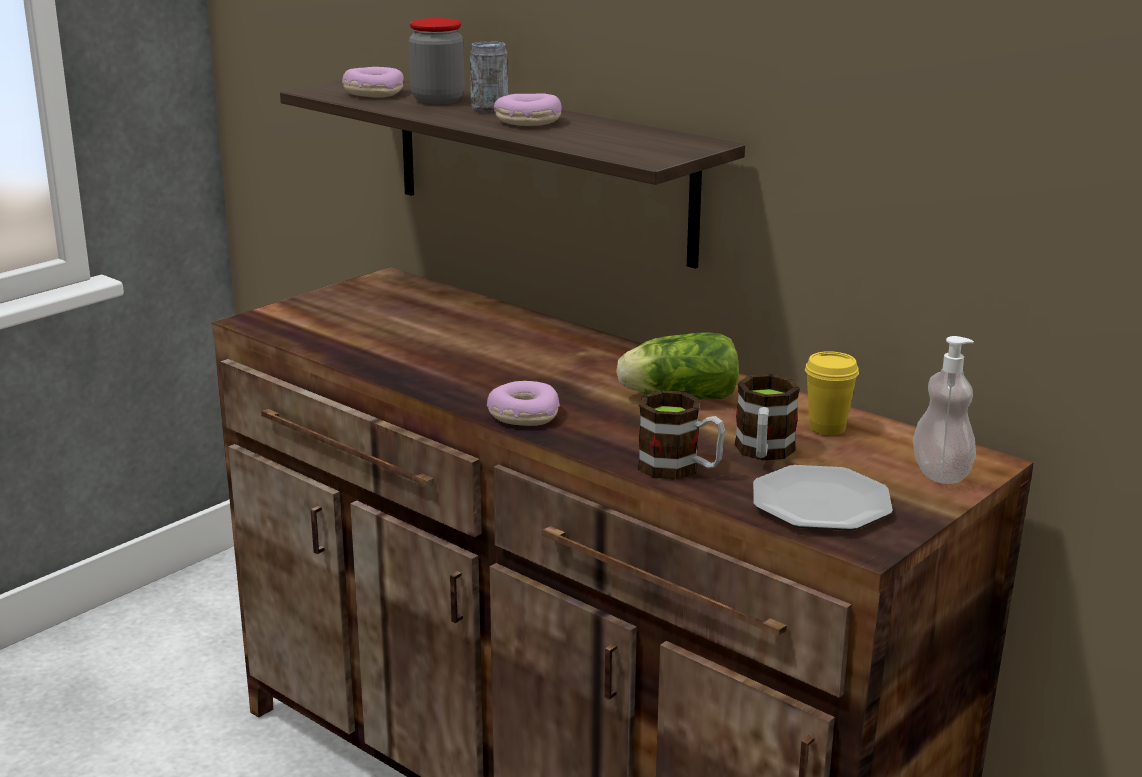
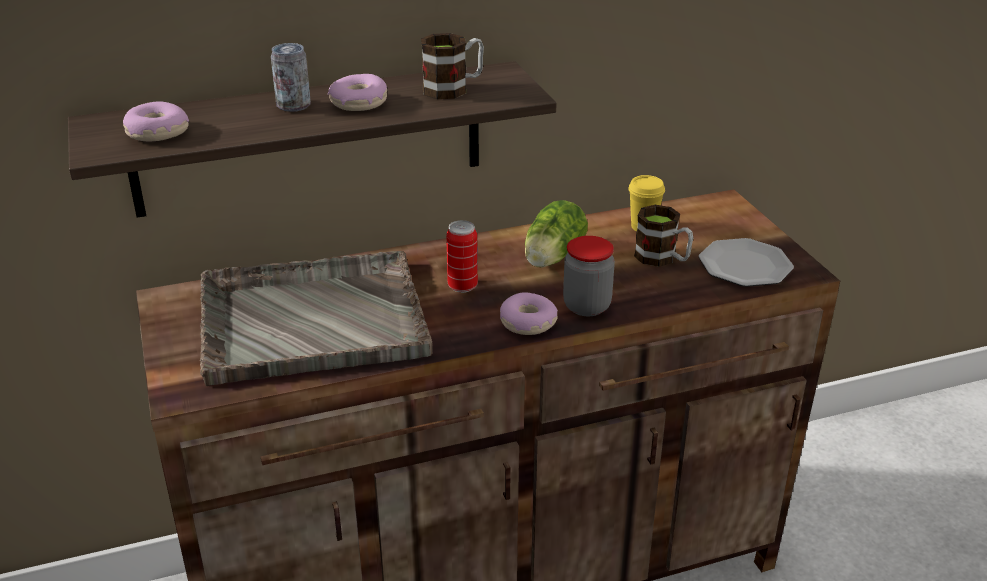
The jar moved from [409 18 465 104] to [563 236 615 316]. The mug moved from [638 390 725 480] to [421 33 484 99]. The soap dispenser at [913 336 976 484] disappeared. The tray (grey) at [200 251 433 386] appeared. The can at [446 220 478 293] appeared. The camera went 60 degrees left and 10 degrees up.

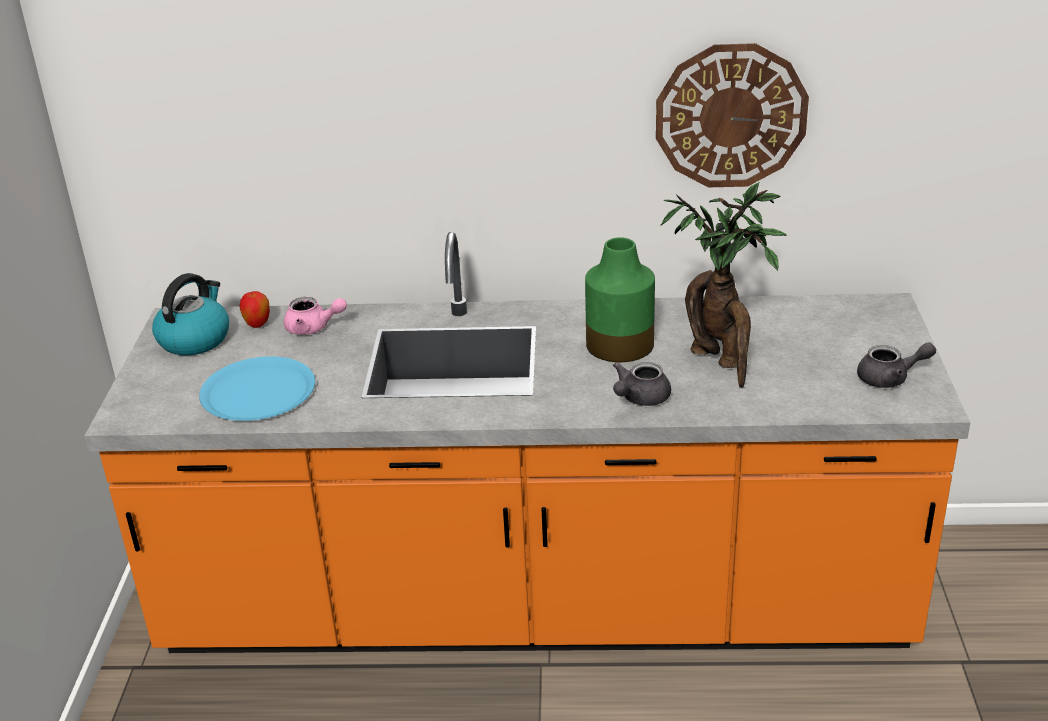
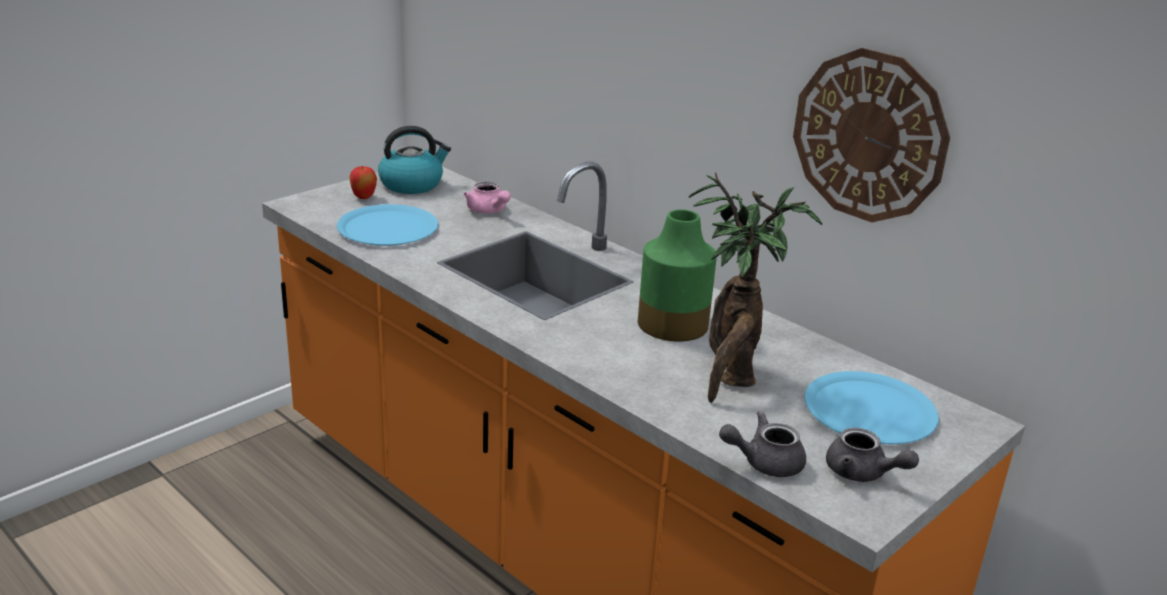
The apple moved from [240 291 270 328] to [349 166 377 199]. The teapot (grey) moved from [613 362 671 406] to [719 411 806 477]. The plate (blue) at [804 371 939 444] appeared. The camera went 40 degrees right and 5 degrees down.

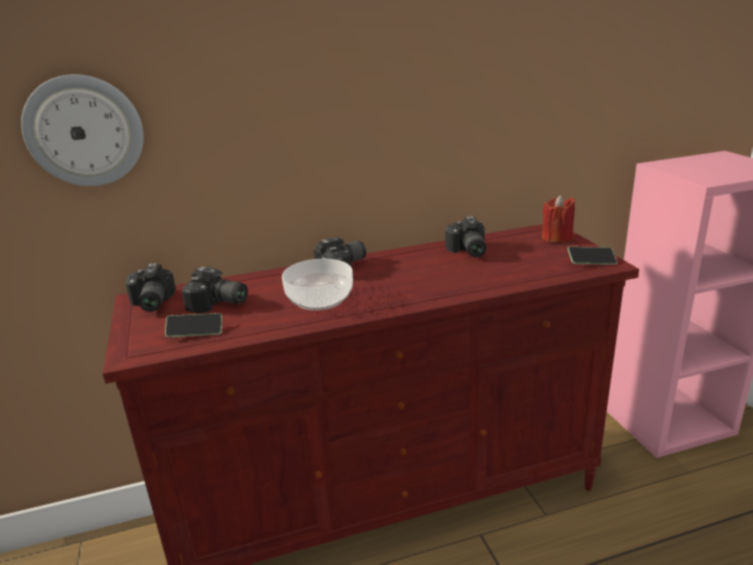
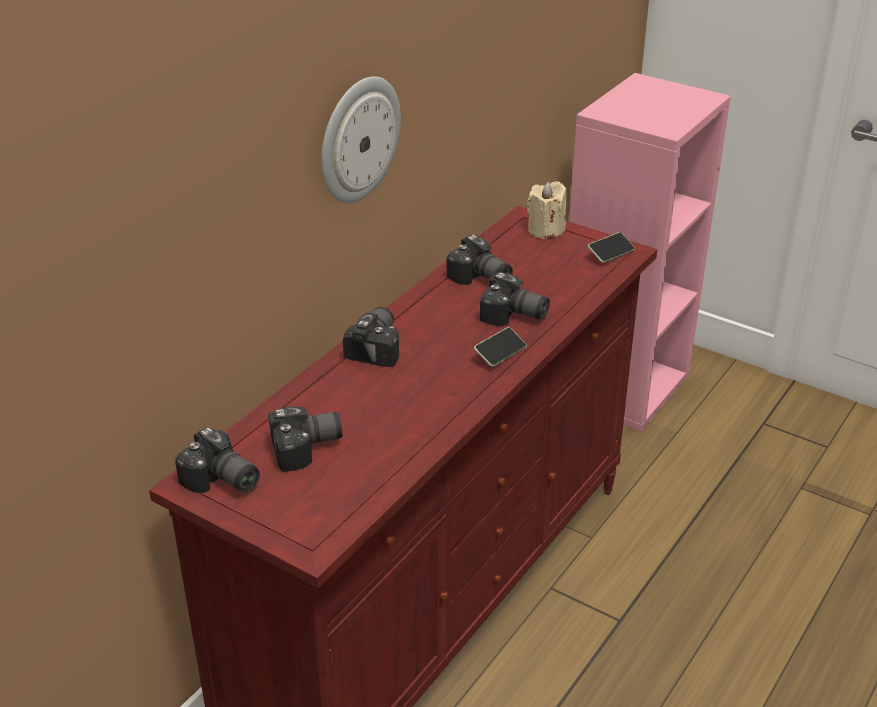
The wall clock moved from [21 74 144 186] to [321 76 401 203]. The phone moved from [165 313 222 337] to [474 327 527 367]. The bowl at [282 259 353 311] disappeared. The candle (red) at [542 195 575 243] became the candle (beige) at [526 181 567 239]. The photo camera at [480 272 550 326] appeared. The camera went 40 degrees left and 10 degrees up.

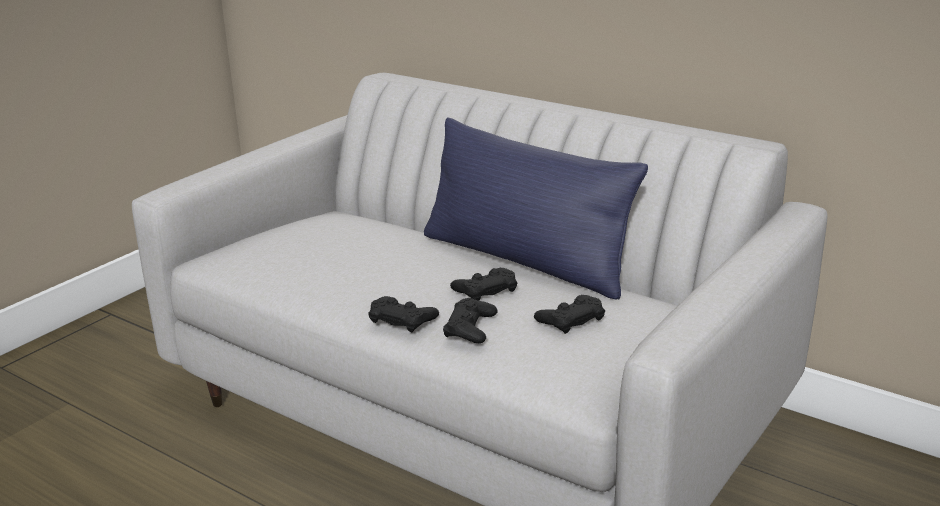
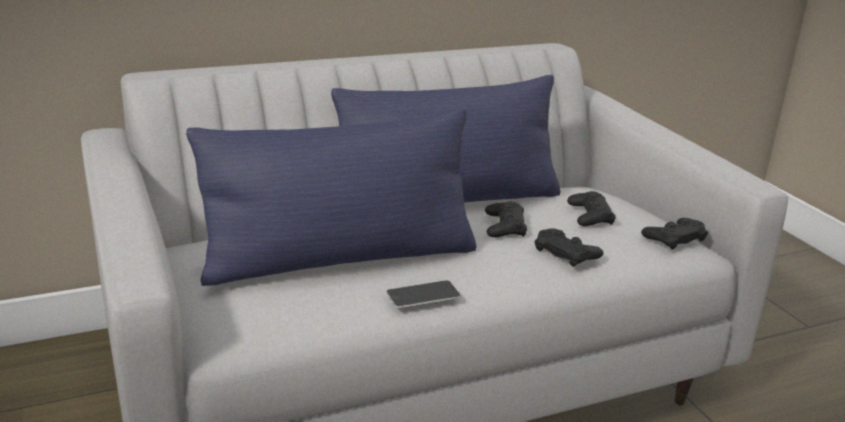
The game controller (black) moved from [368 296 439 332] to [641 218 708 250]. The pillow (blue) at [186 108 476 286] appeared. The phone at [386 280 461 308] appeared. The camera went 60 degrees left and 0 degrees up.

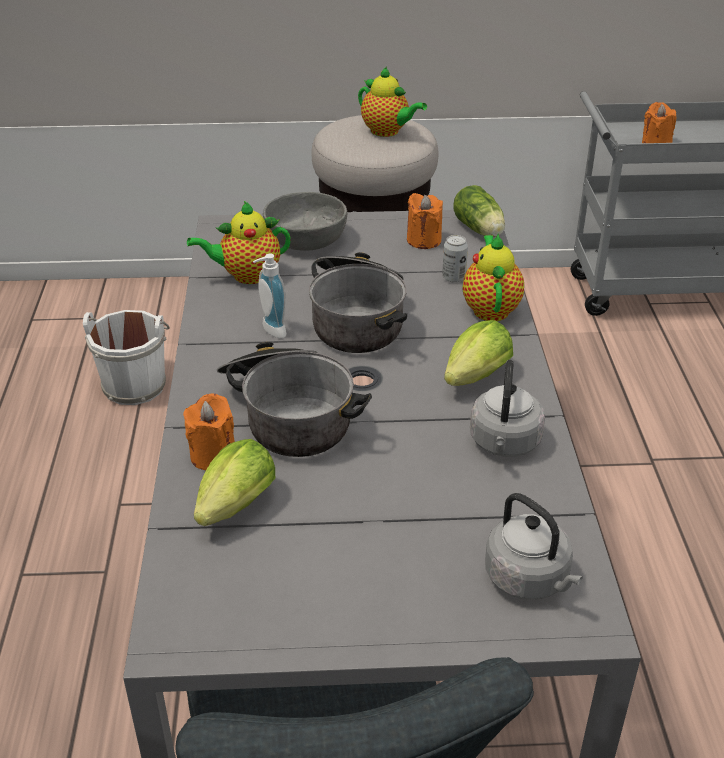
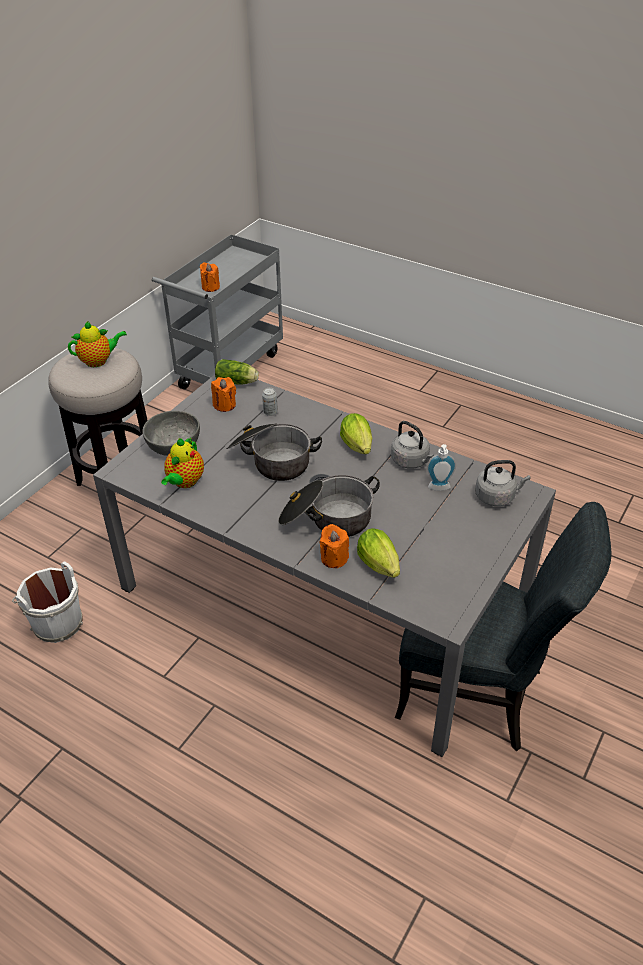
The soap dispenser moved from [253 254 286 338] to [427 444 456 491]. The teapot at [463 234 524 321] disappeared. The camera went 55 degrees left and 5 degrees up.

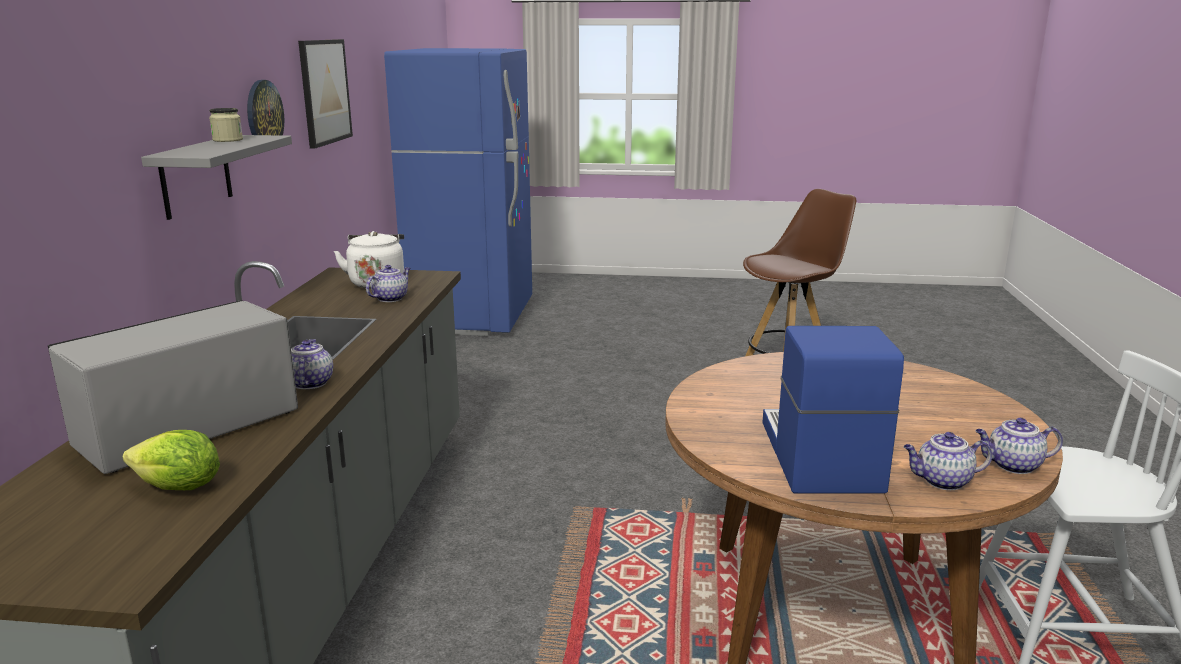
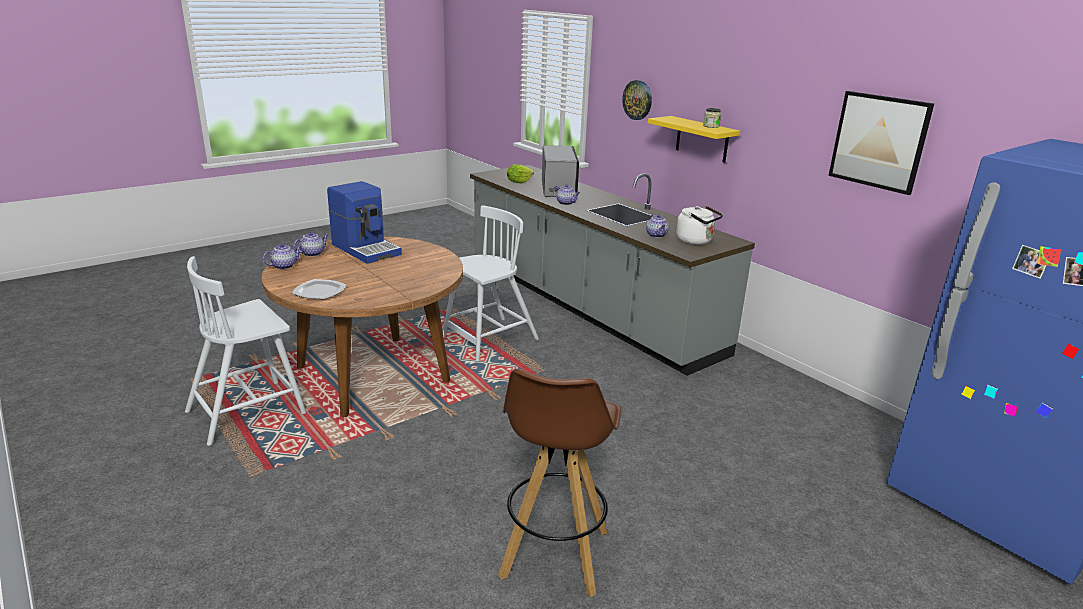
The shelf (grey) at [141 135 292 220] became the shelf (yellow) at [647 116 740 163]. The wall clock moved from [247 80 284 136] to [622 80 652 120]. The plate at [292 279 346 299] appeared. The chair (white) at [443 205 539 361] appeared. The camera went 135 degrees right and 5 degrees up.

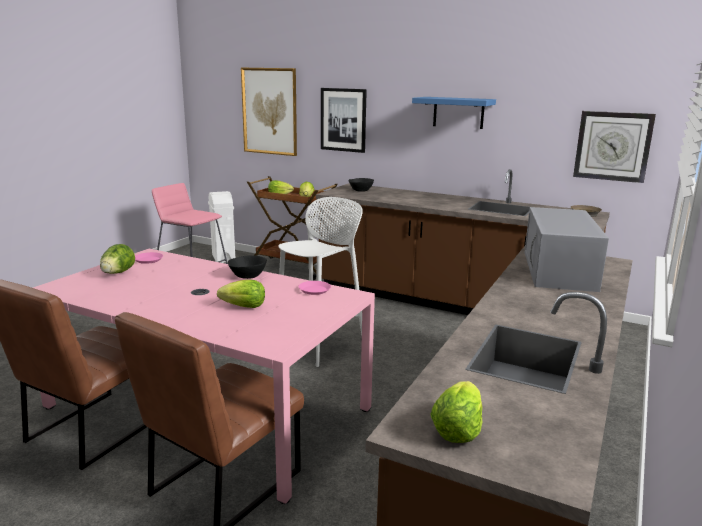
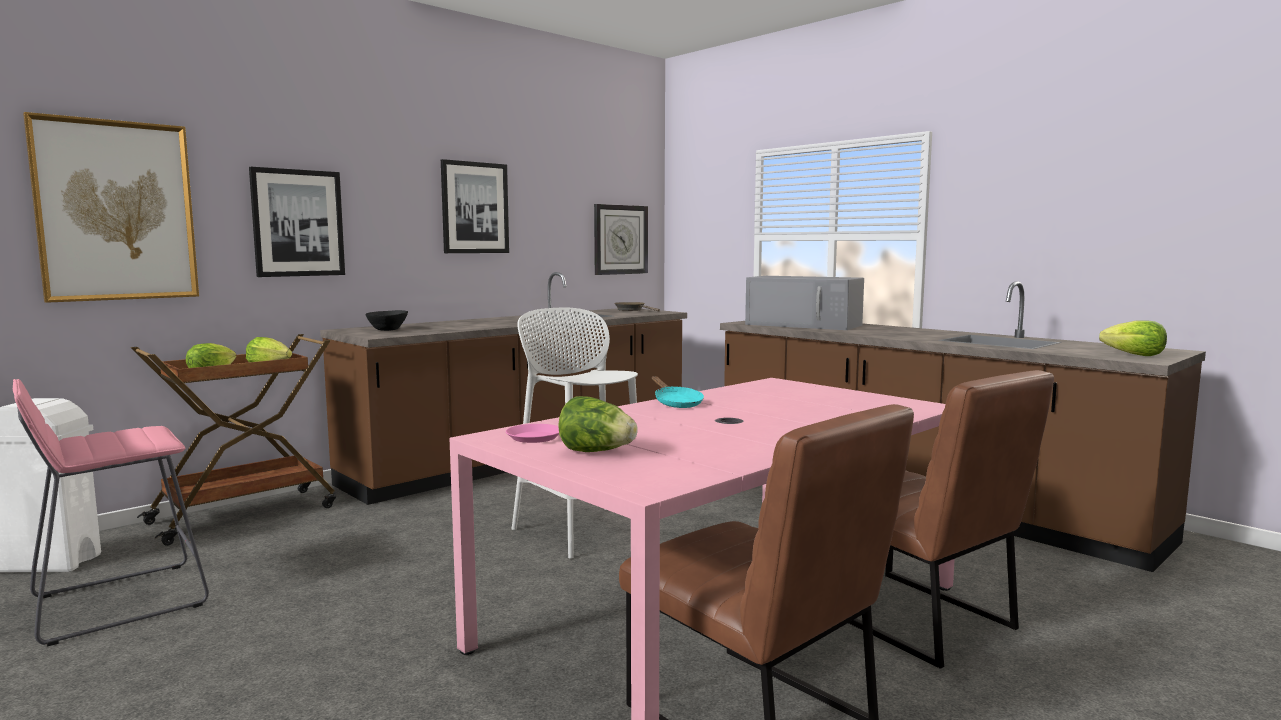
The lettuce at [217 280 265 308] disappeared. The bowl (black) at [228 255 267 279] was replaced by the frying pan (turquoise) at [652 376 704 408]. The plate (pink) at [298 281 331 295] disappeared. The shelf (blue) at [412 97 496 129] was replaced by the picture at [441 159 509 253]. The camera went 70 degrees left and 10 degrees down.

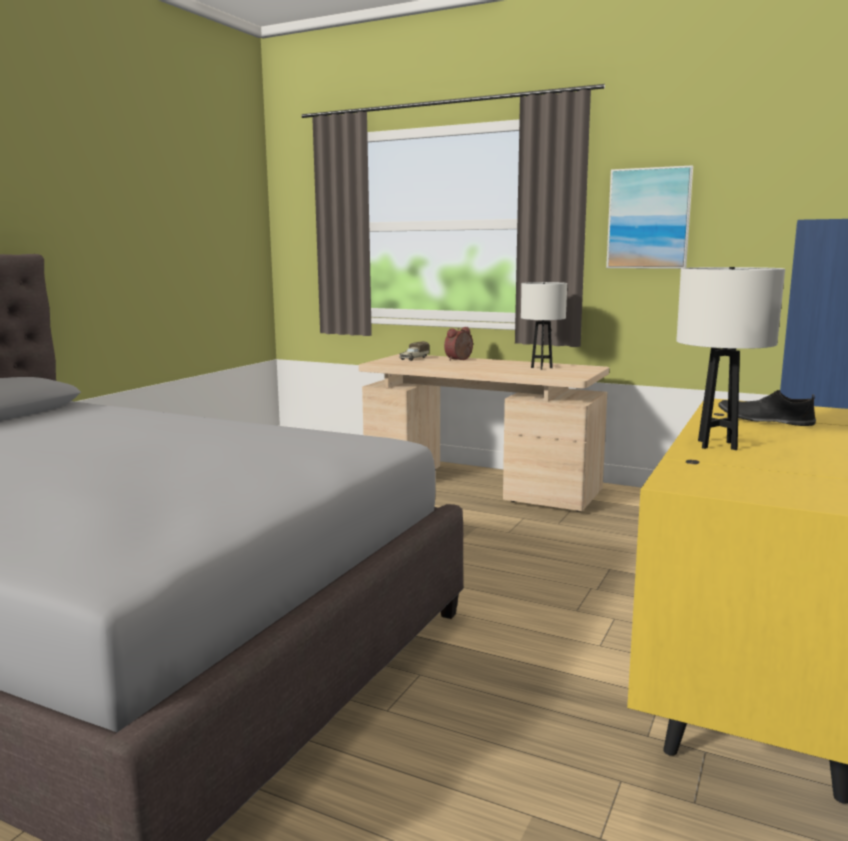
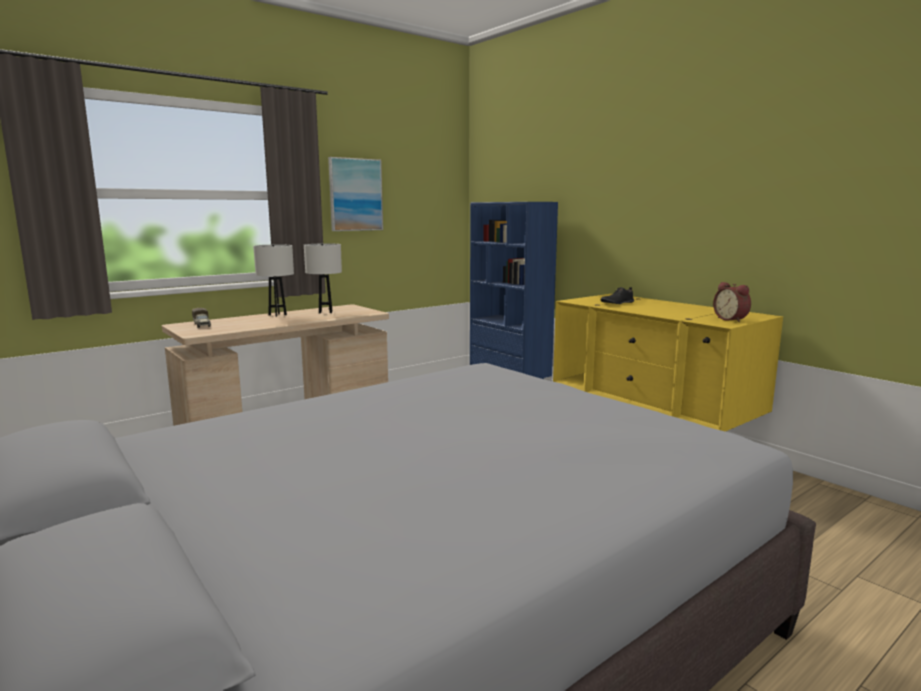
The alarm clock moved from [444 327 473 360] to [713 282 751 322]. The table lamp (white) moved from [676 267 785 450] to [253 244 294 317]. The camera went 65 degrees left and 0 degrees up.

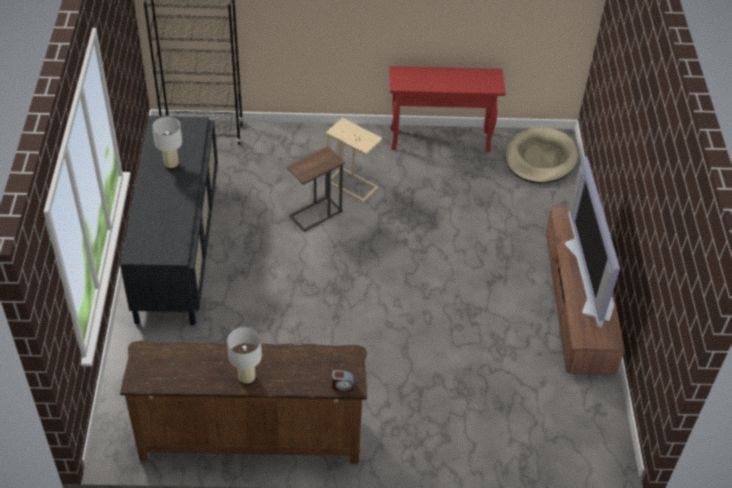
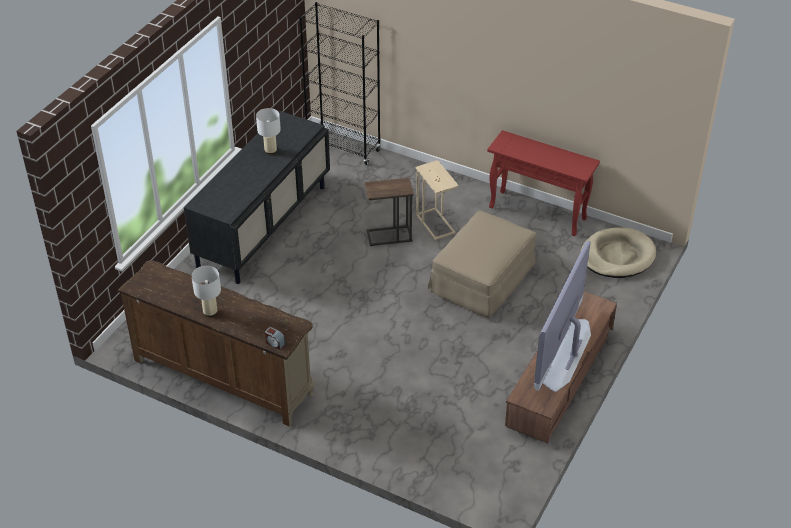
The ottoman (beige) at [428 211 536 318] appeared. The camera went 30 degrees right and 5 degrees down.

